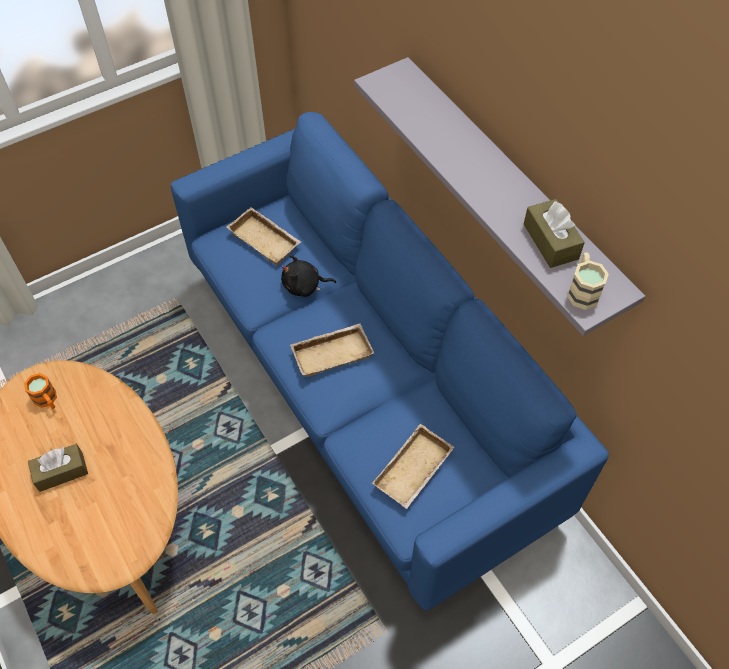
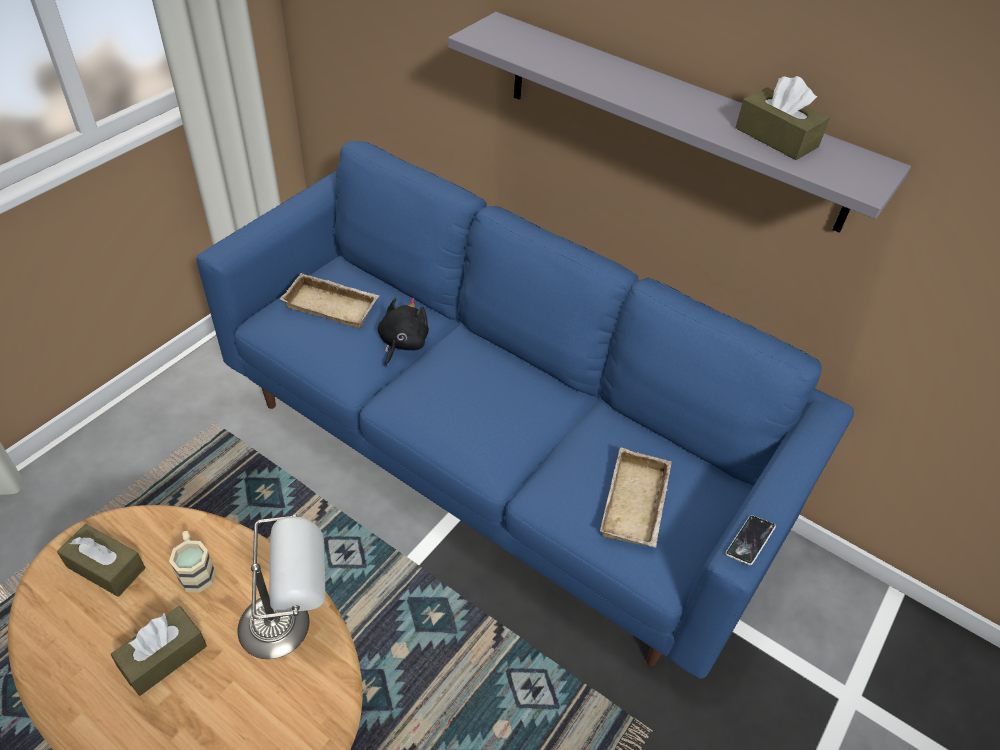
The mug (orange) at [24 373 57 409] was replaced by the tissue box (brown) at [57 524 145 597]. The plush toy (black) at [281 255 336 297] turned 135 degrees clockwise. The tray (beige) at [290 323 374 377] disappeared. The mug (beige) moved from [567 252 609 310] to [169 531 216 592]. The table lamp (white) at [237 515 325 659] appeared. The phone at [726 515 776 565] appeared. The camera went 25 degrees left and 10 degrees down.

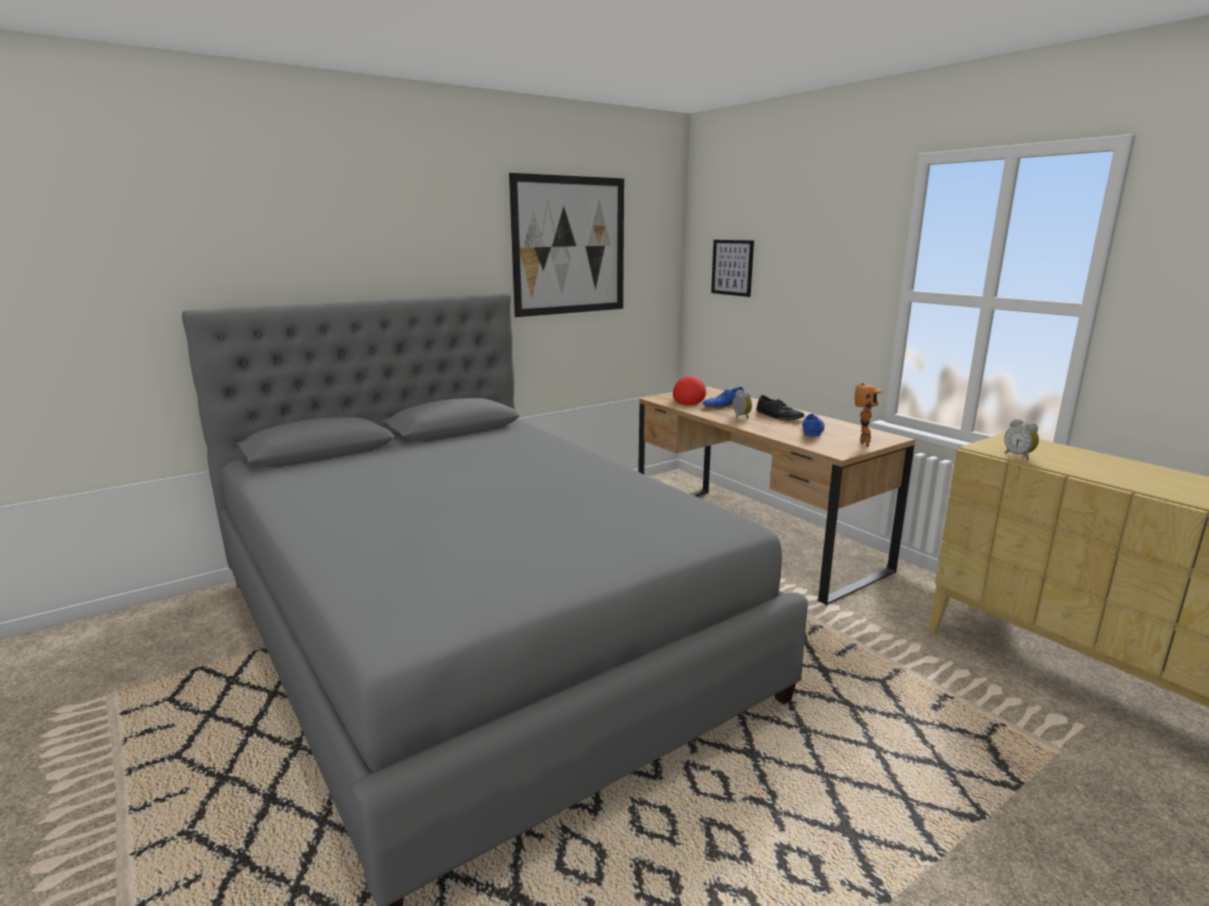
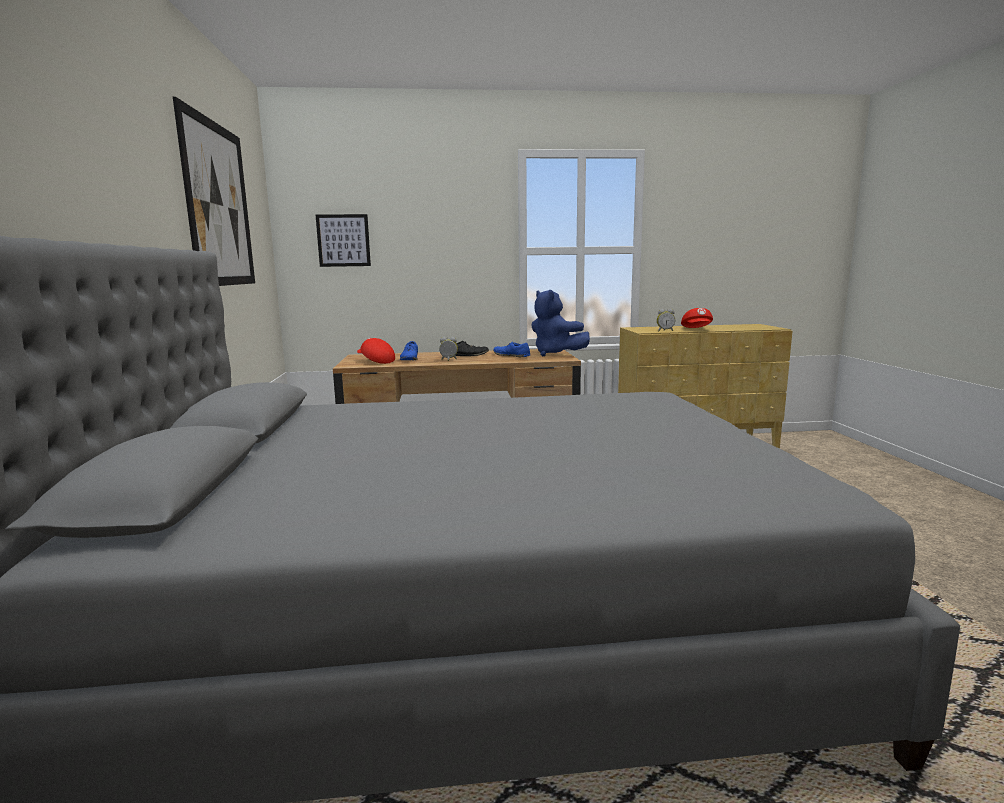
The toy robot at [855 383 883 447] was replaced by the plush toy (blue) at [532 290 590 356]. The cap (red) at [681 308 713 328] appeared. The camera went 60 degrees left and 5 degrees down.

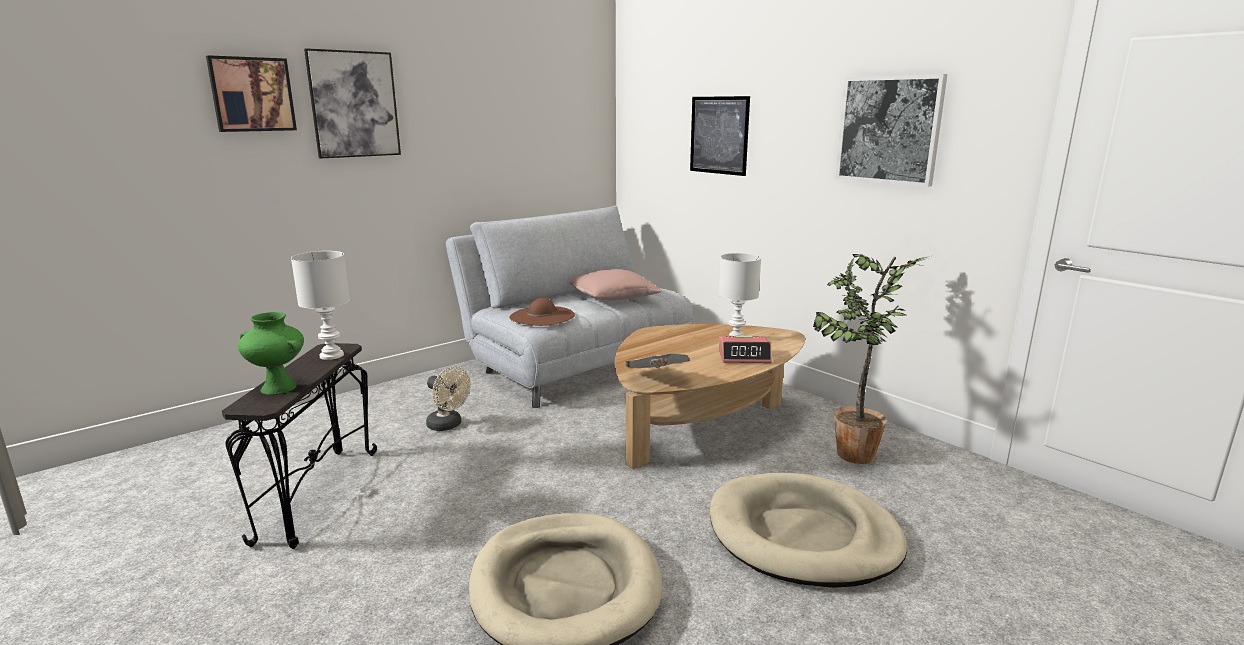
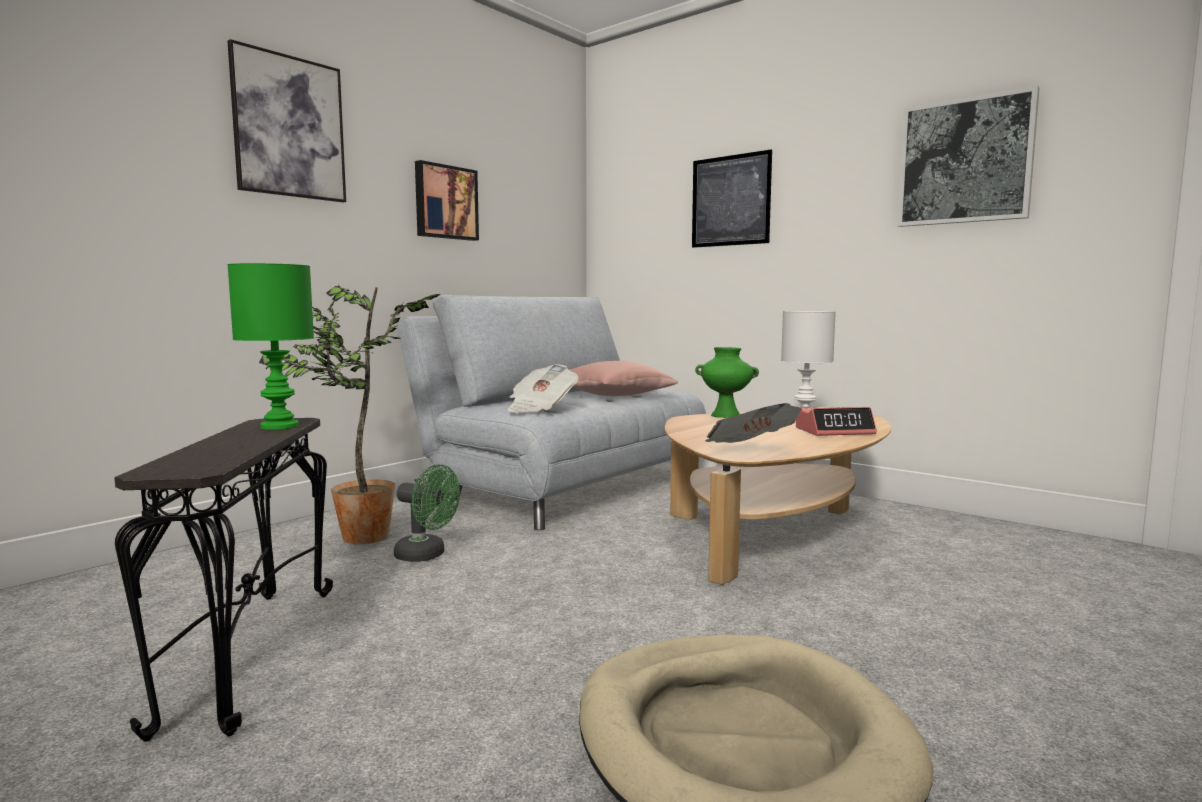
The picture moved from [206 55 297 132] to [415 160 479 241]. The vase (green) moved from [238 312 304 395] to [695 347 759 418]. The table lamp (white) at [291 251 350 360] became the table lamp (green) at [227 263 314 430]. The fan (beige) at [426 366 471 431] became the fan (green) at [394 464 460 562]. The hat (brown) at [509 298 575 326] was replaced by the newspaper at [508 364 579 413]. The dog bed (beige) at [710 473 907 588] disappeared. The potted plant moved from [813 254 930 464] to [259 285 440 544]. The camera went 10 degrees left and 10 degrees down.

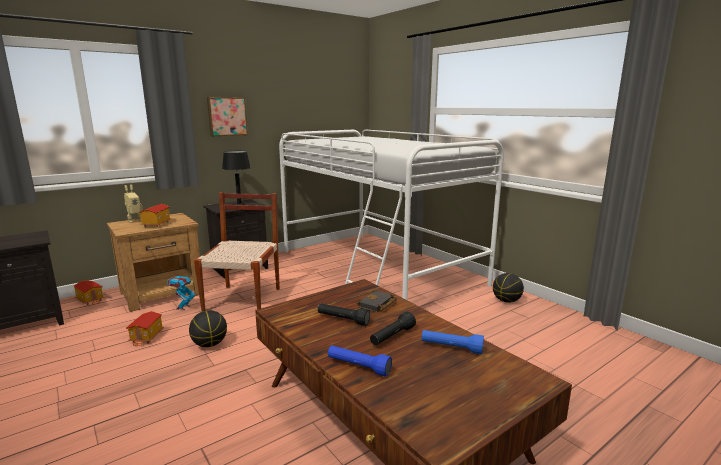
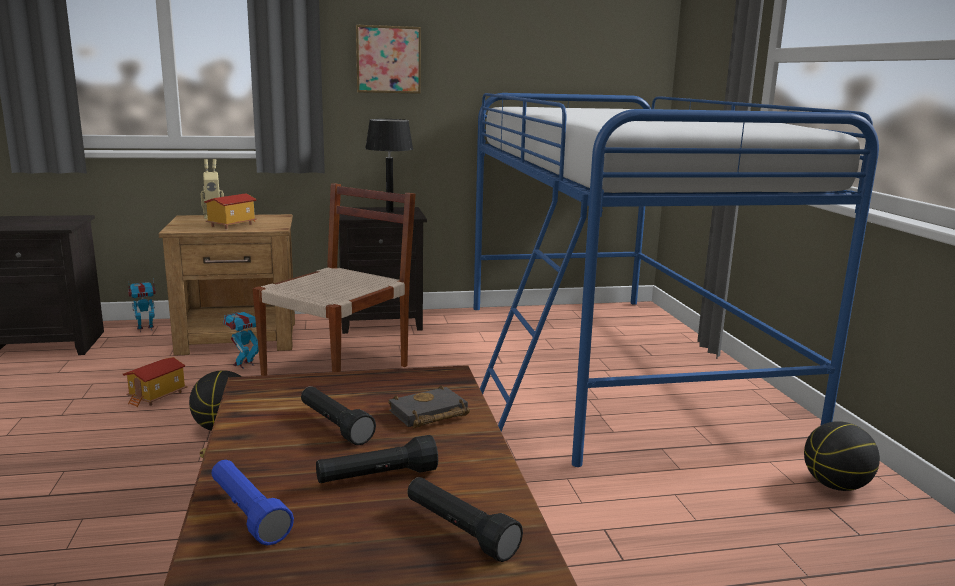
The toy house at [73 281 105 305] was replaced by the toy robot at [128 278 156 332]. The bed (white) at [279 130 504 301] became the bed (blue) at [474 93 879 467]. The flashlight (blue) at [422 330 484 354] became the flashlight (black) at [407 477 523 562]. The camera went 25 degrees right and 0 degrees up.

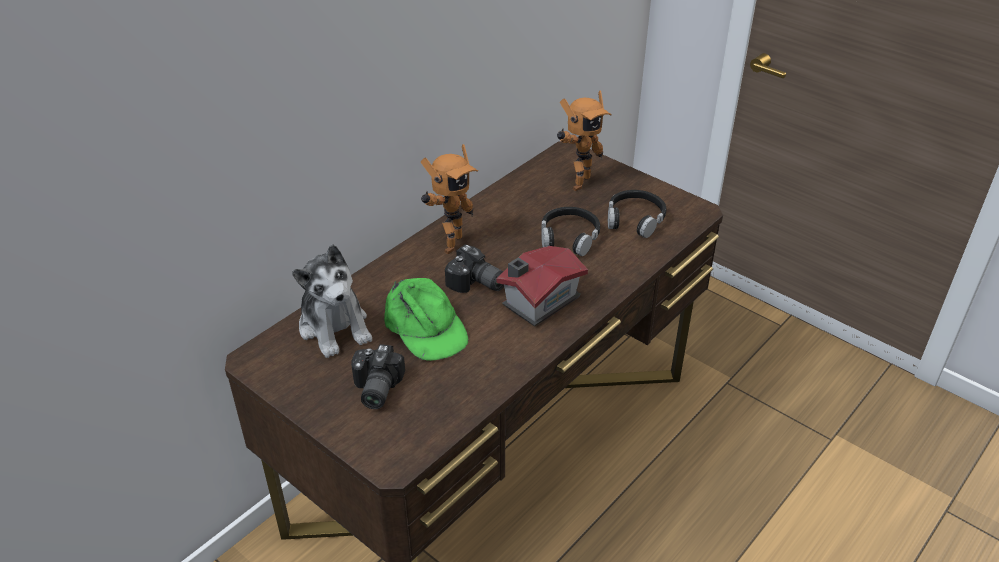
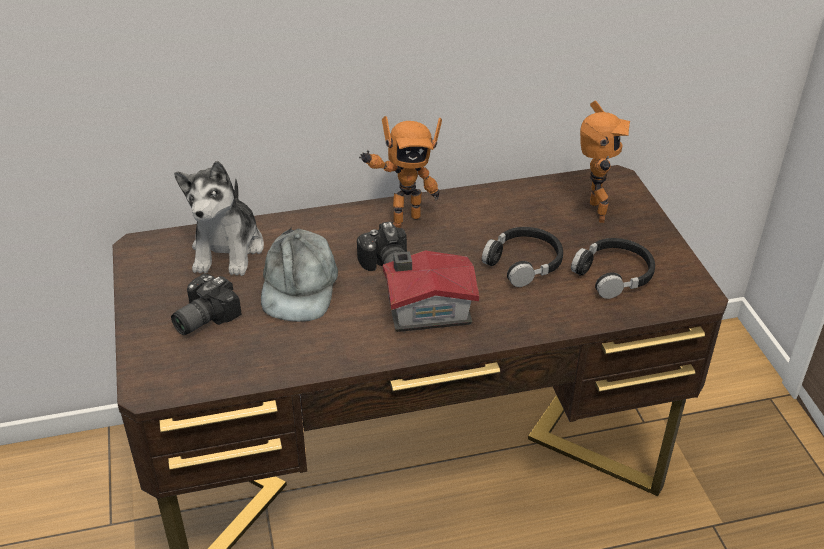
The cap (green) at [384 278 468 361] became the cap (grey) at [261 227 338 322]. The toy robot at [557 90 611 191] turned 75 degrees counterclockwise. The camera went 35 degrees right and 0 degrees up.

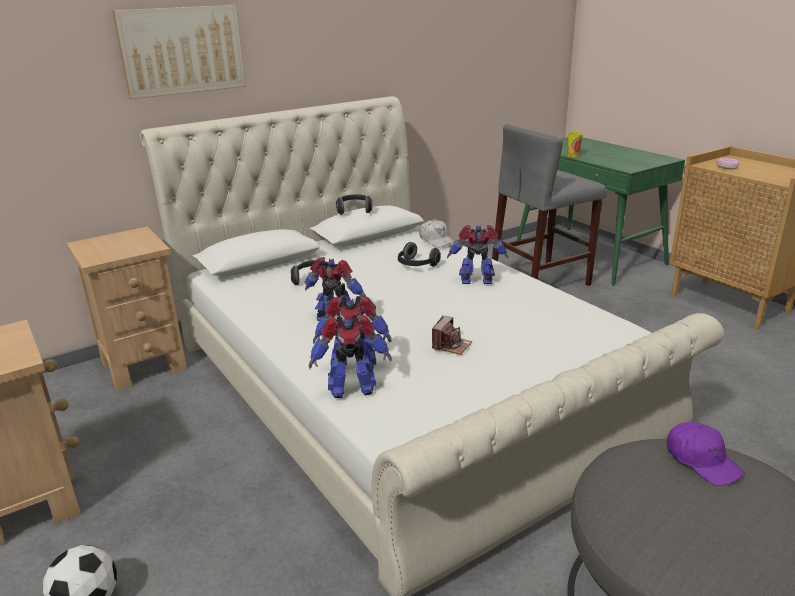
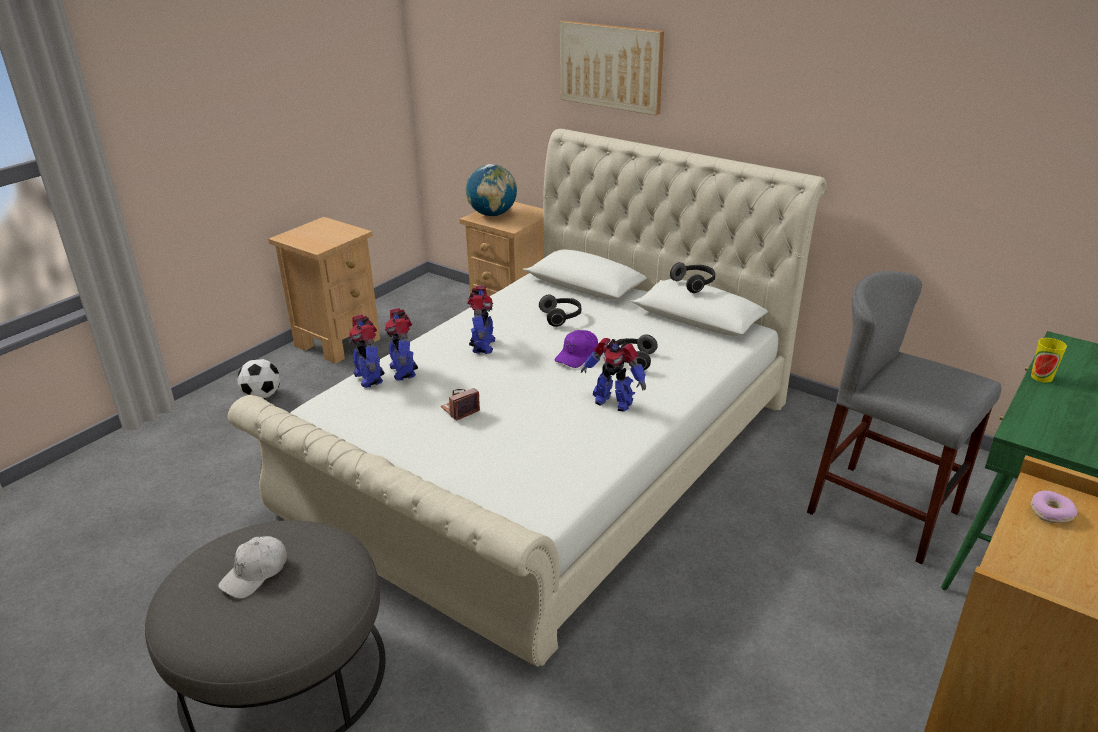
The cap (white) moved from [419 219 455 248] to [218 536 287 599]. The photo camera at [432 316 472 355] turned 135 degrees clockwise. The toy robot at [447 224 508 284] turned 135 degrees clockwise. The cap (purple) moved from [667 422 744 486] to [555 330 598 368]. The globe at [466 164 517 216] appeared. The camera went 70 degrees right and 5 degrees up.

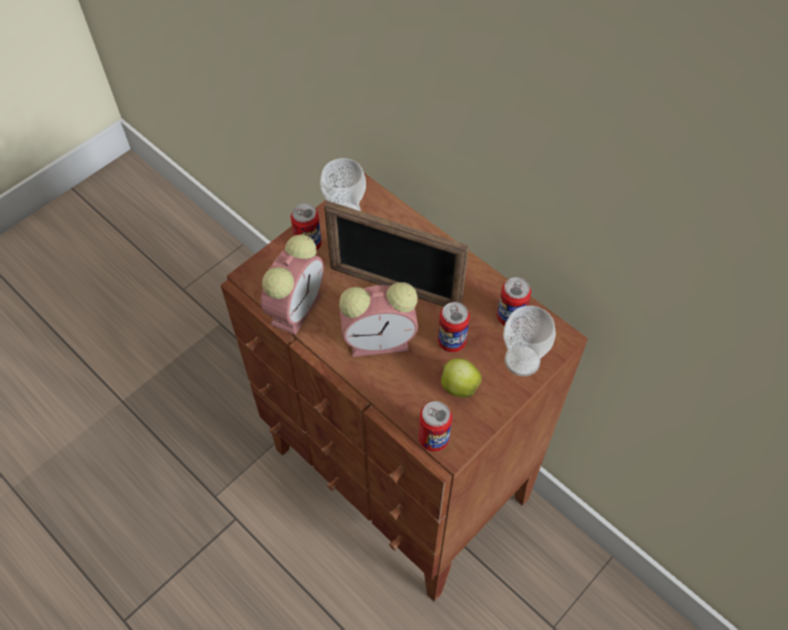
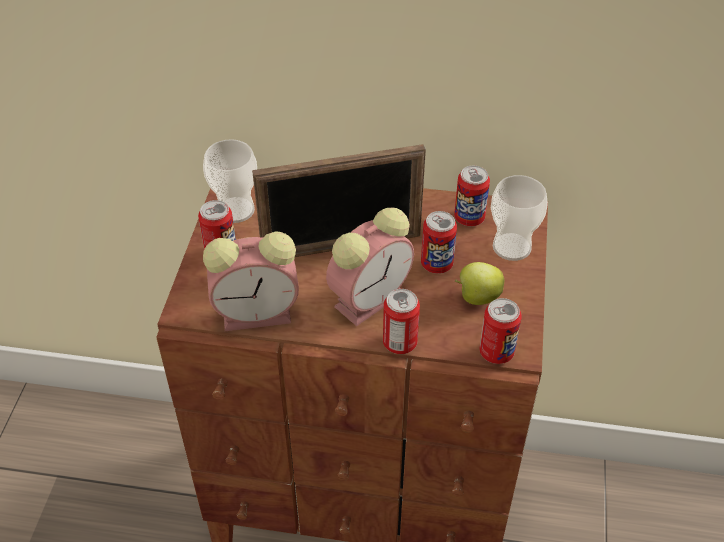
The alarm clock at [261 234 324 335] turned 90 degrees clockwise. The can at [383 289 420 354] appeared. The camera went 35 degrees left and 10 degrees down.

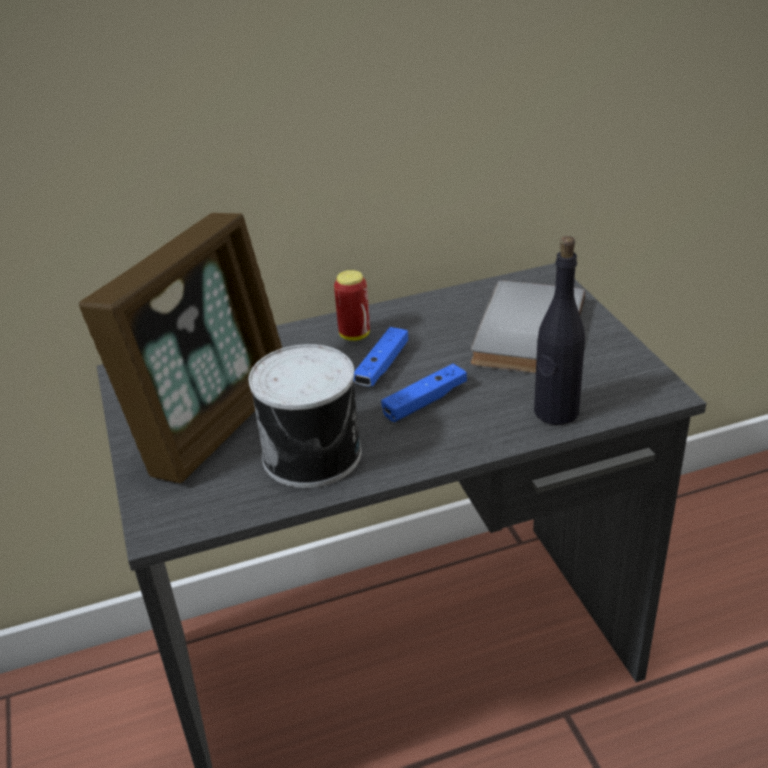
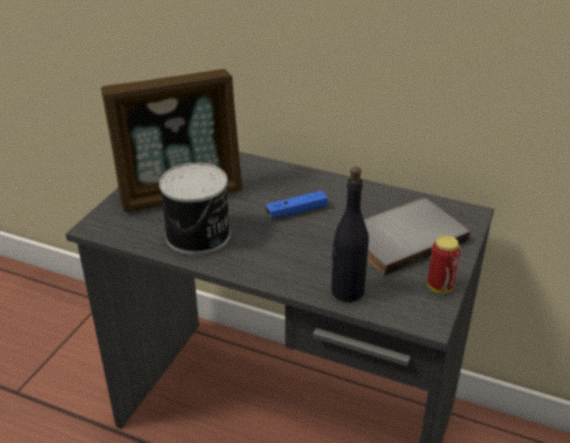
The can moved from [334 270 370 341] to [428 235 461 293]. The game controller (blue) at [381 364 467 422] disappeared. The camera went 40 degrees right and 0 degrees up.

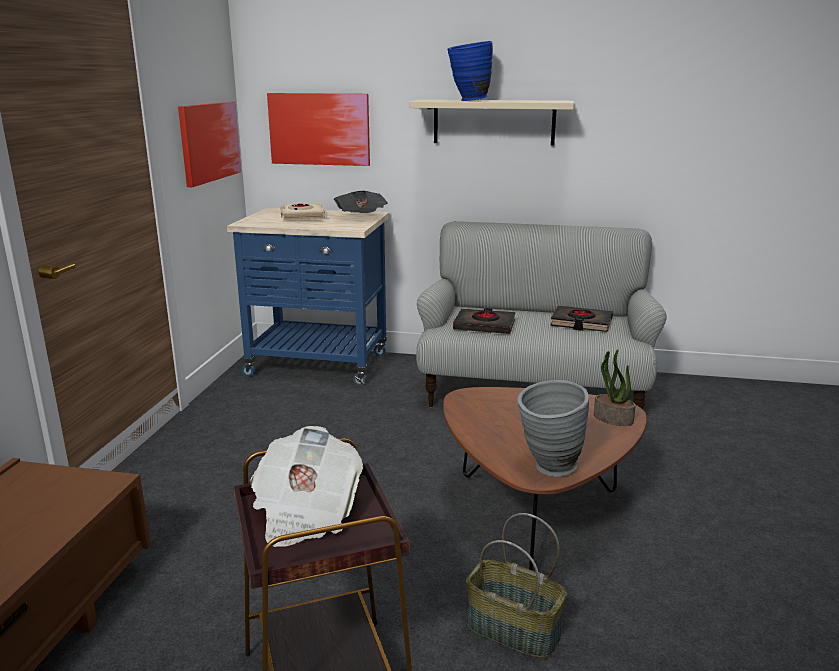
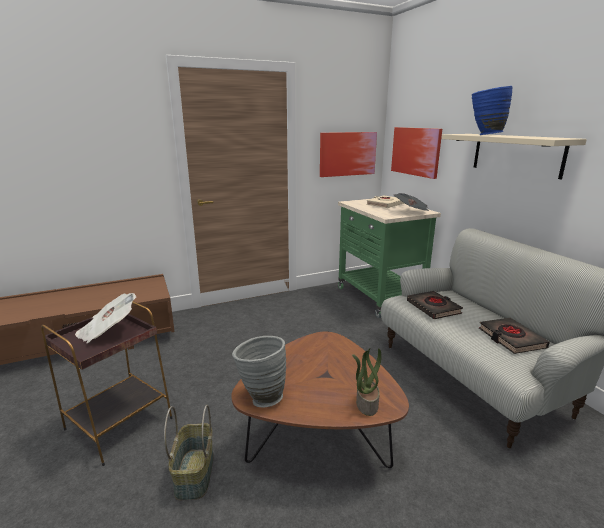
The cart (blue) at [227 208 389 386] became the cart (green) at [338 199 441 318]. The camera went 55 degrees right and 0 degrees up.

